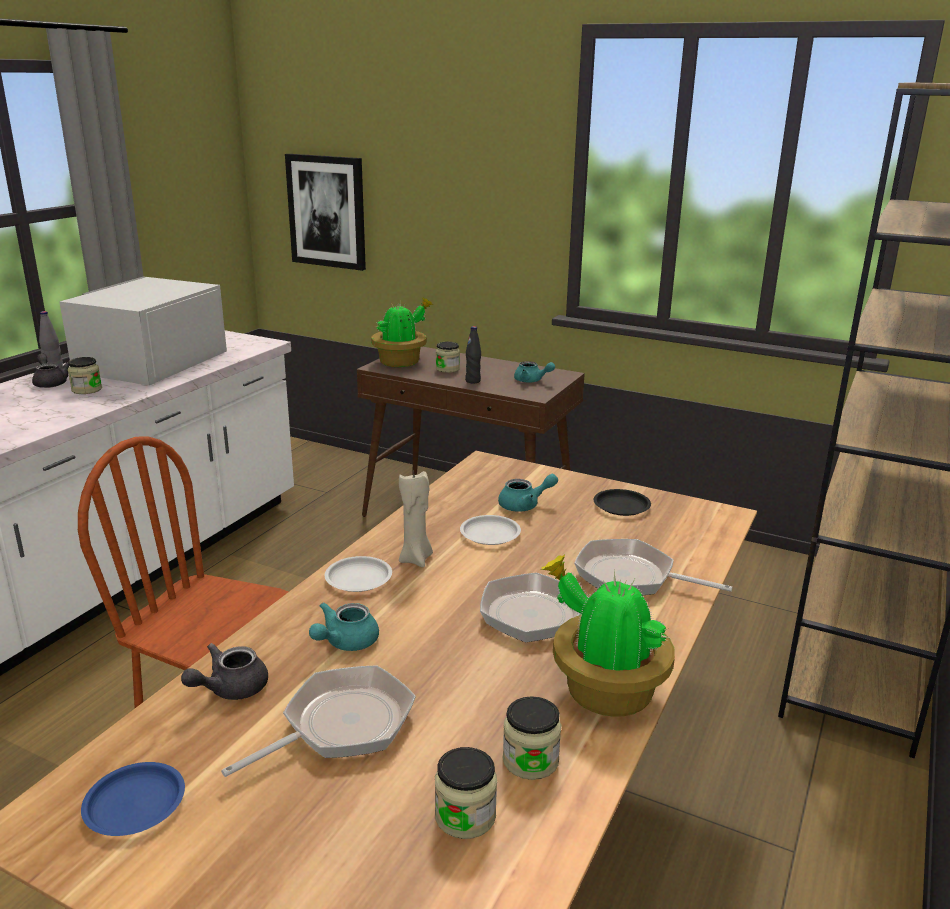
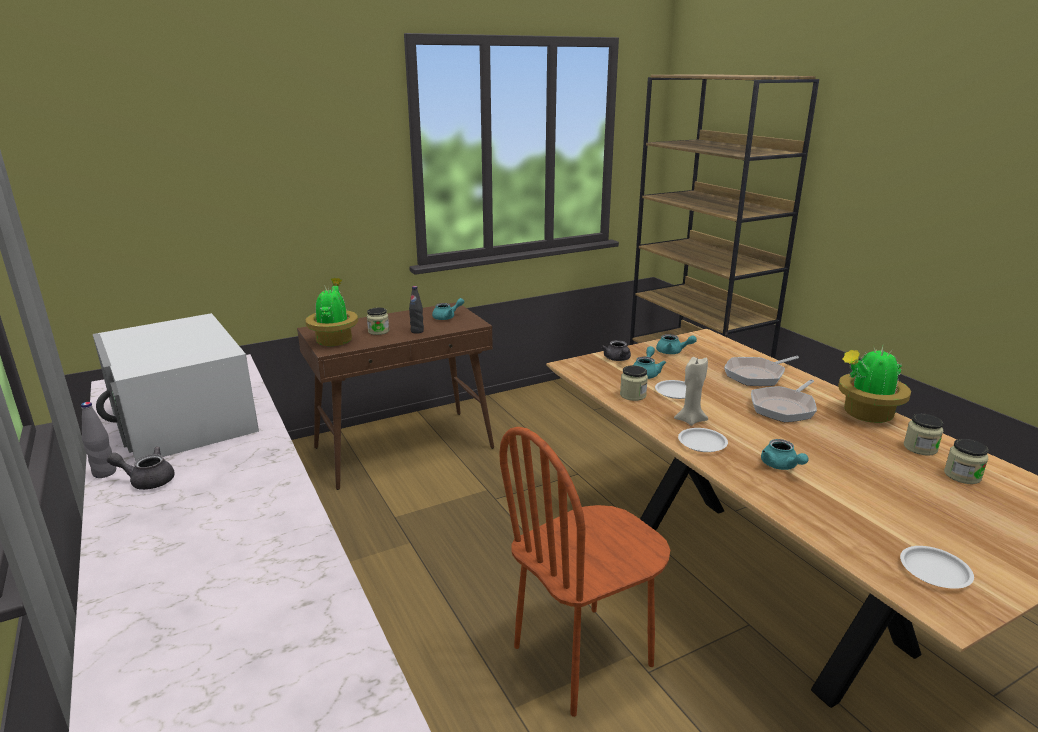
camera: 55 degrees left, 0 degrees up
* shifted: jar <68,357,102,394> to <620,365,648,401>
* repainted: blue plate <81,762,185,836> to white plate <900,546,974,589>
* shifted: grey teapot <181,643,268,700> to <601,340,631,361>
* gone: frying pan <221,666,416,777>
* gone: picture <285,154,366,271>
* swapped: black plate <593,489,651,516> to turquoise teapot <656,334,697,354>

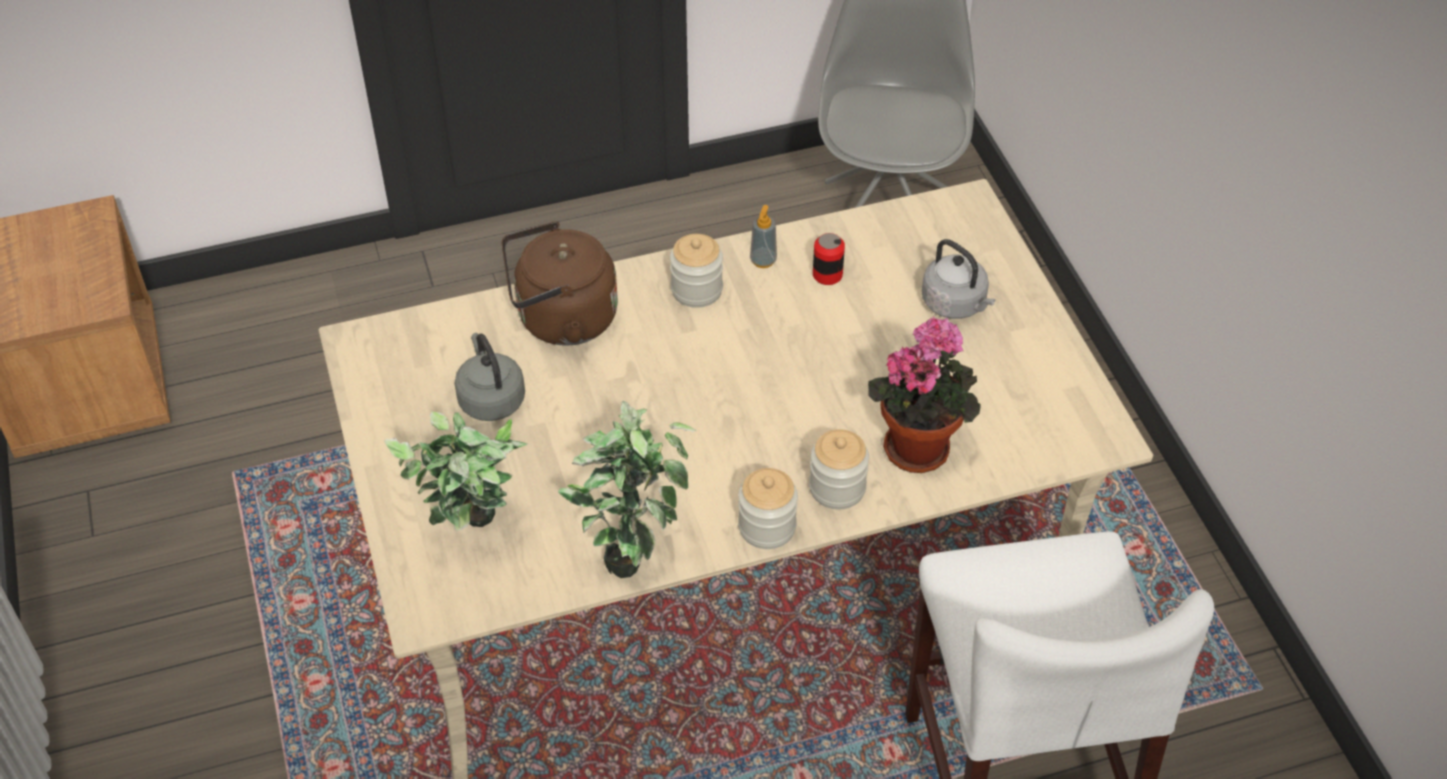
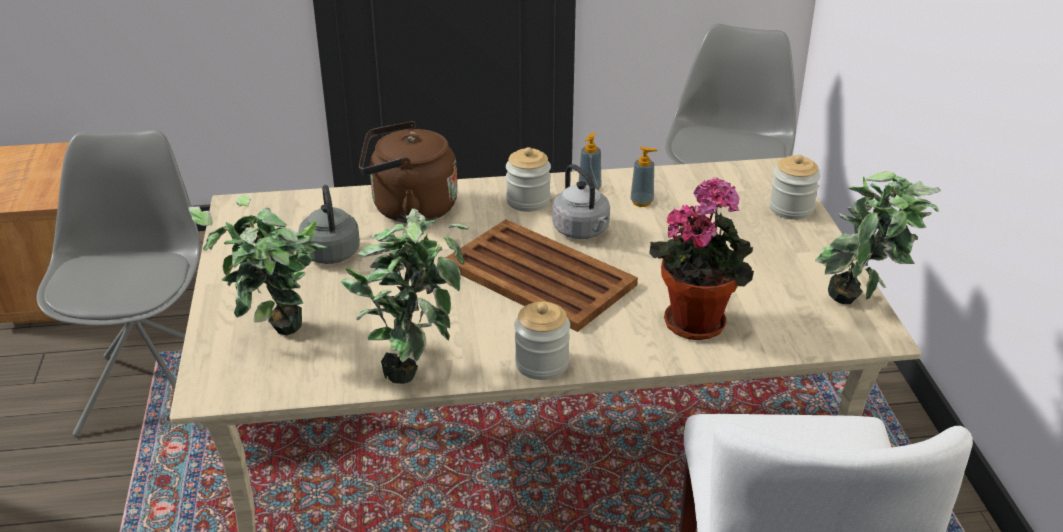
camera: 10 degrees right, 15 degrees down
* shifted: jar <809,429,869,509> to <769,155,820,220>
* swapped: can <813,233,845,285> to soap dispenser <631,147,658,207>
* shifted: grey kettle <922,239,995,319> to <552,164,610,239>
* new: grey chair <37,130,204,437>
* new: brown tray <445,220,638,332>
* new: potted plant <815,171,941,304>

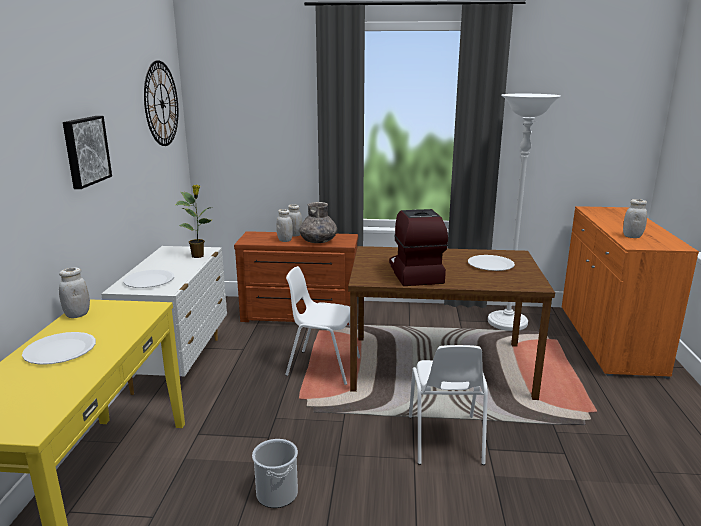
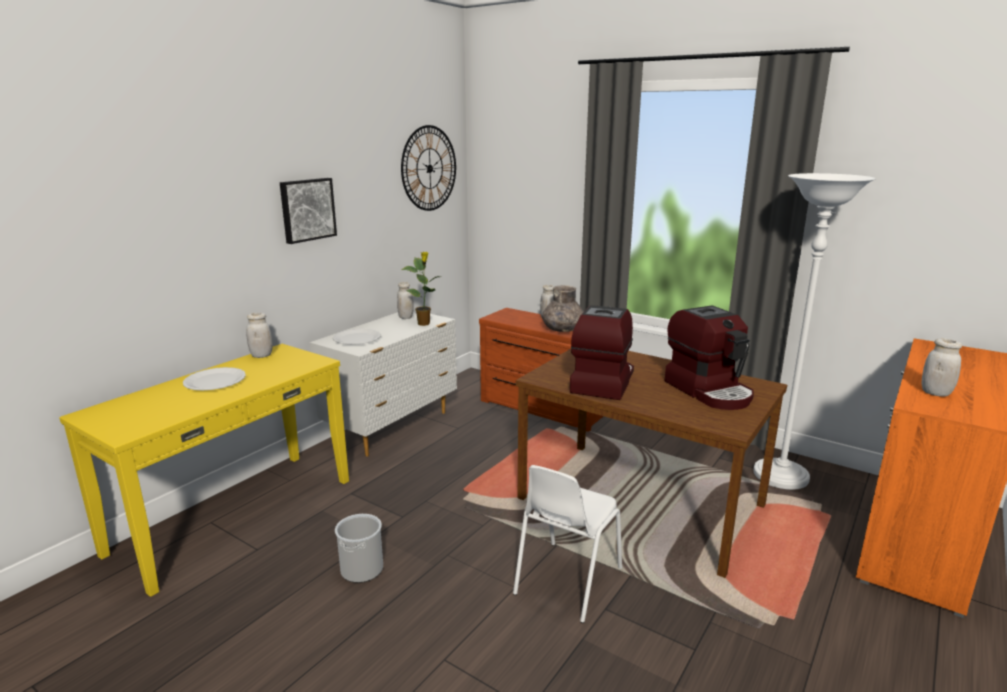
camera: 30 degrees right, 0 degrees up
* shifted: white jar <276,209,293,242> to <397,282,413,319>
* gone: white chair <285,266,360,385>
* swapped: white plate <468,255,515,271> to coffee machine <665,305,754,410>

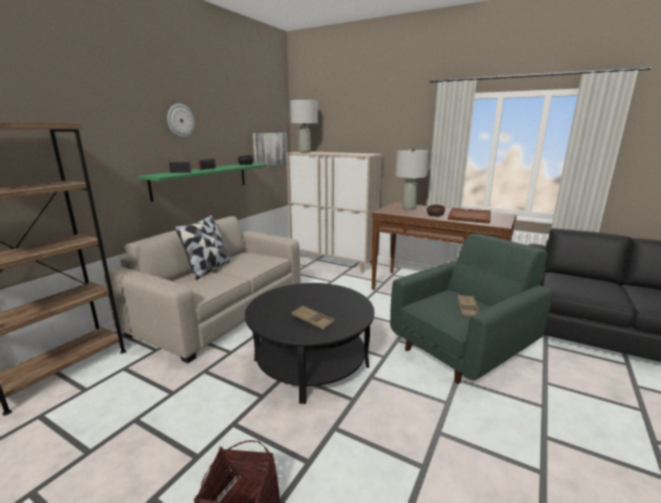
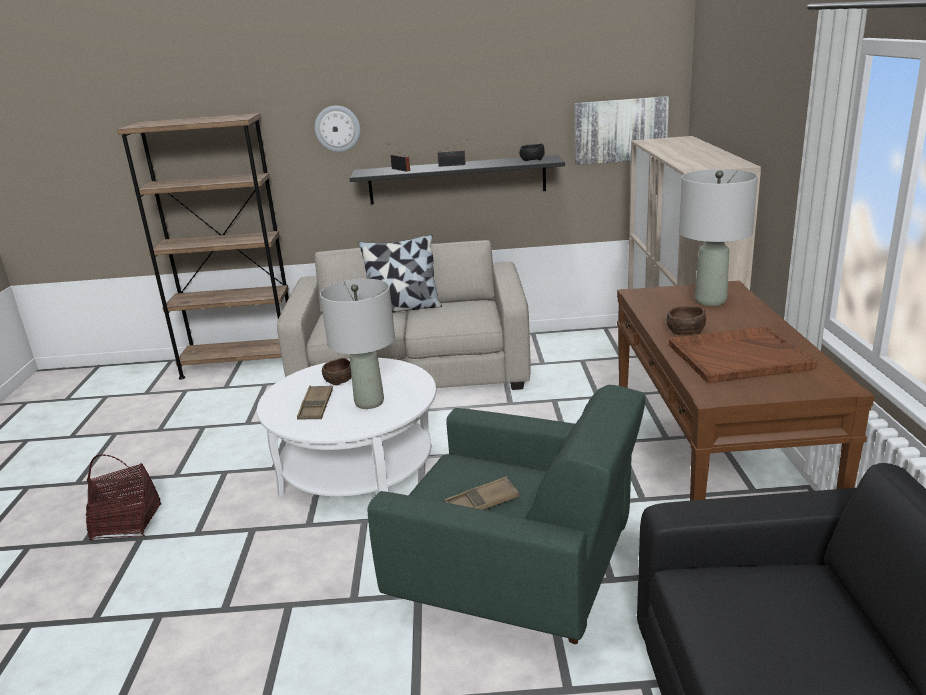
camera: 60 degrees right, 5 degrees up
* repainted: green shelf <137,163,267,202> to black shelf <349,155,565,204>
* shifted: wall clock <167,104,195,138> to <315,105,360,152>
* repainted: black coffee table <245,283,374,404> to white coffee table <257,358,436,497>
* shifted: grey table lamp <290,98,318,153> to <320,279,395,409>
* new: brown bowl <322,358,352,385>

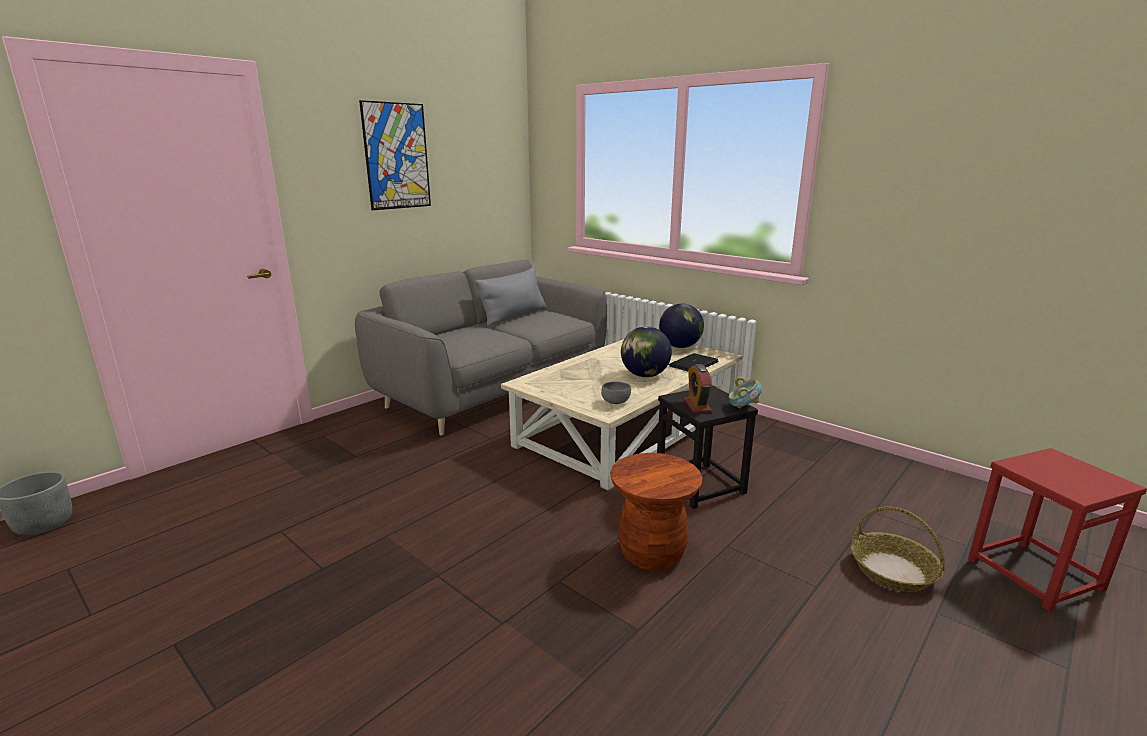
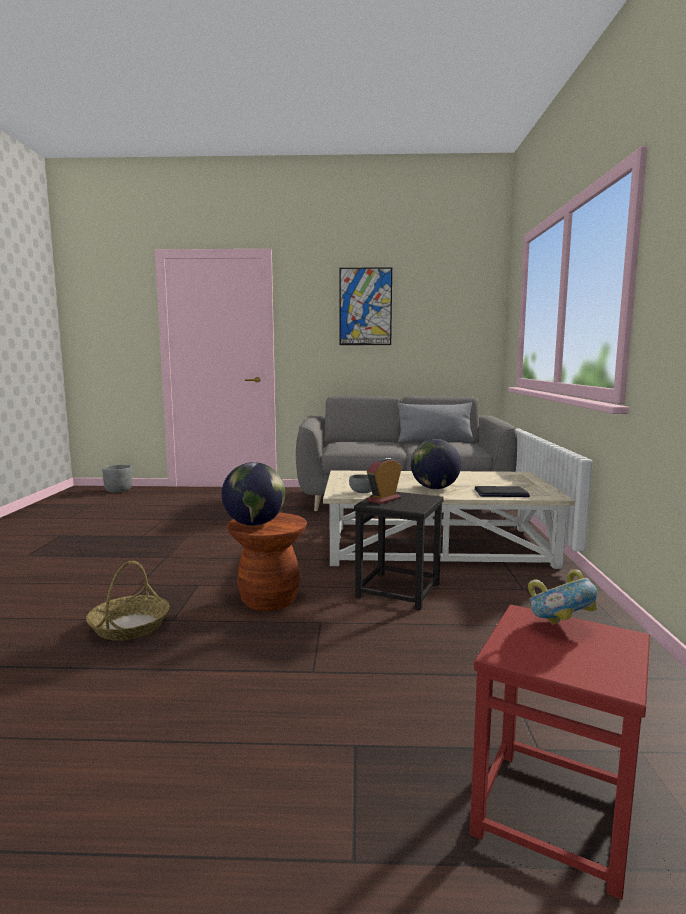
camera: 50 degrees right, 10 degrees down
* shifted: globe <659,304,704,348> to <222,462,285,526>
* shifted: bowl <729,377,762,408> to <528,569,598,625>
* shifted: basket <851,507,945,592> to <86,561,170,641>

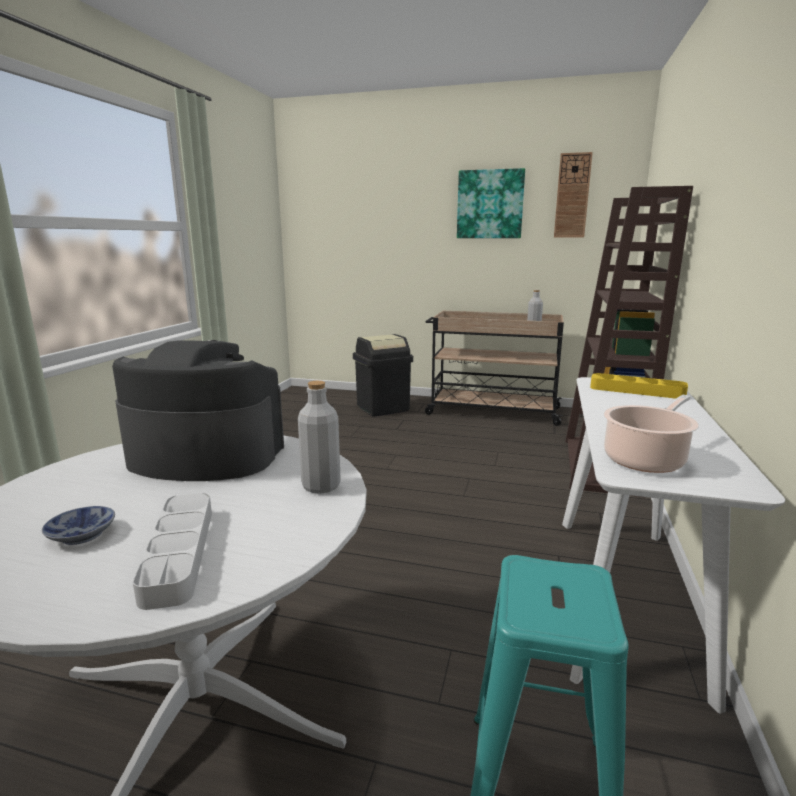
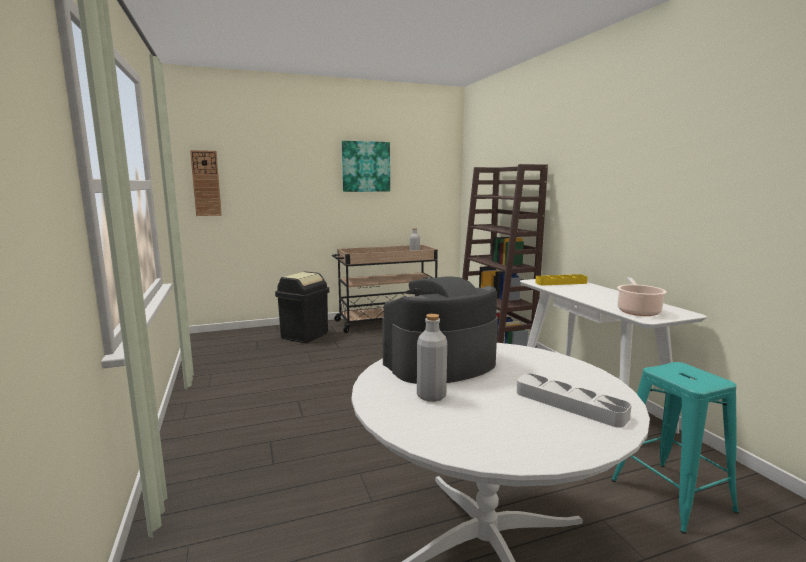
camera: 35 degrees left, 5 degrees down
* gone: bowl <42,506,115,545>
* shifted: grey bottle <298,381,341,494> to <417,314,447,402>
* shifted: wall clock <554,152,593,238> to <190,150,222,216>

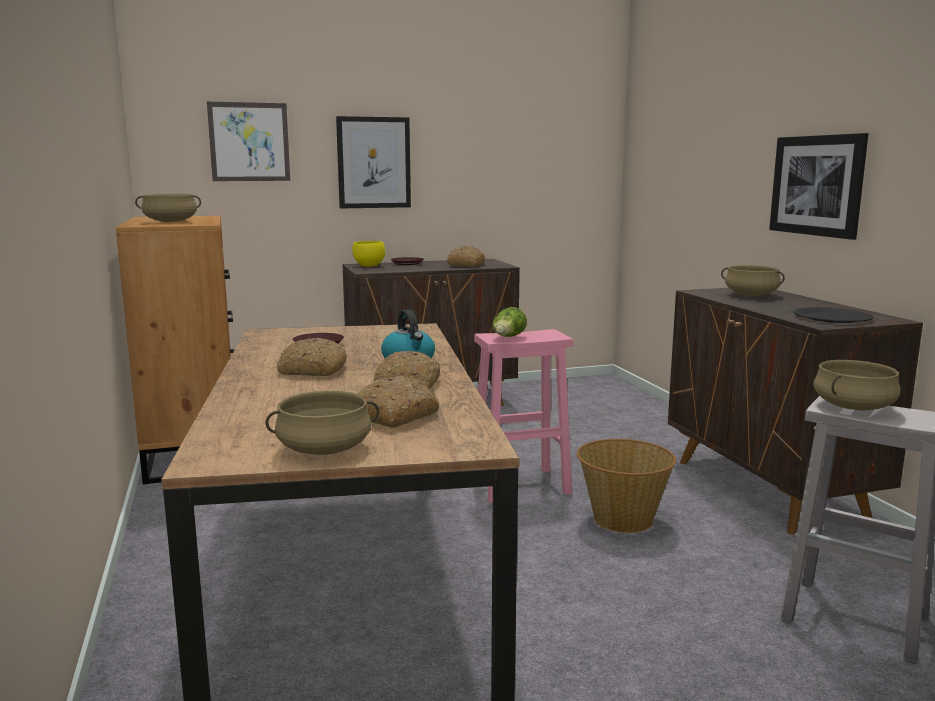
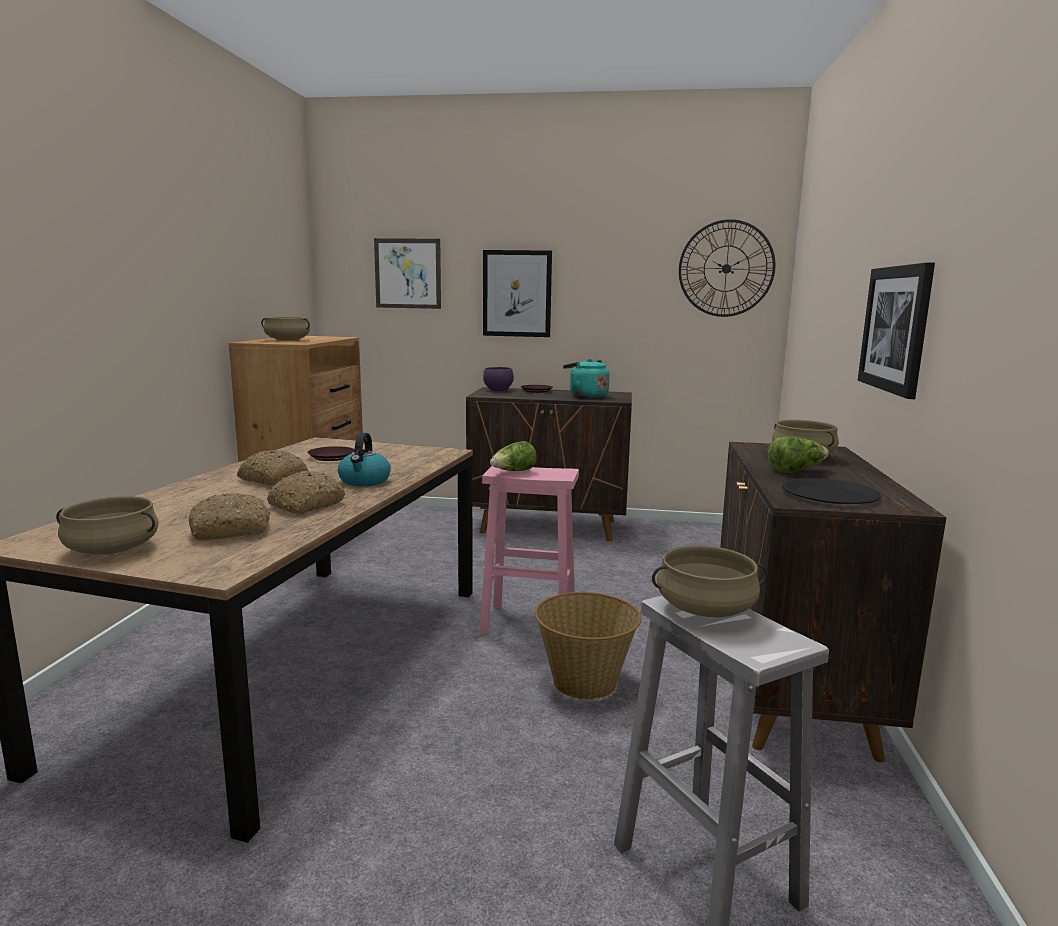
camera: 25 degrees right, 0 degrees up
* repainted: yellow bowl <352,241,385,267> to purple bowl <483,367,514,391>
* swapped: bread <447,246,485,267> to turquoise kettle <563,359,610,398>
* new: wall clock <679,219,776,317>
* new: lettuce <768,436,829,473>

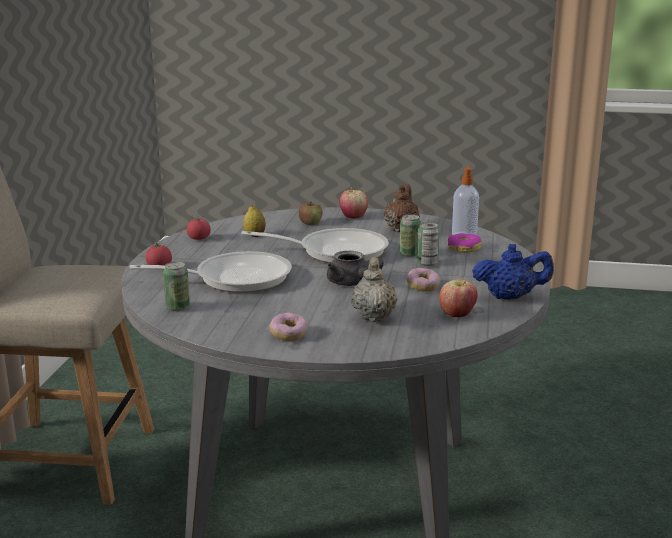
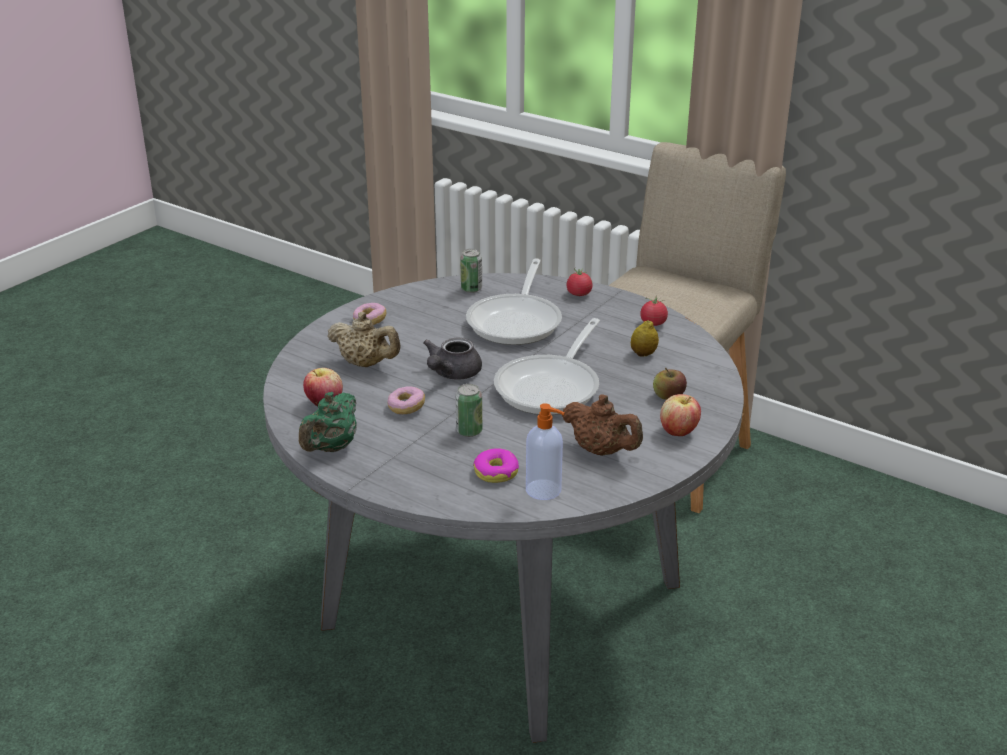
camera: 115 degrees right, 10 degrees up
* rotated: grey teapot <327,251,384,286> = <423,338,482,380> 45 degrees counterclockwise
* gone: can <399,214,421,257>
* repainted: blue teapot <472,244,554,300> to green teapot <299,392,357,452>

